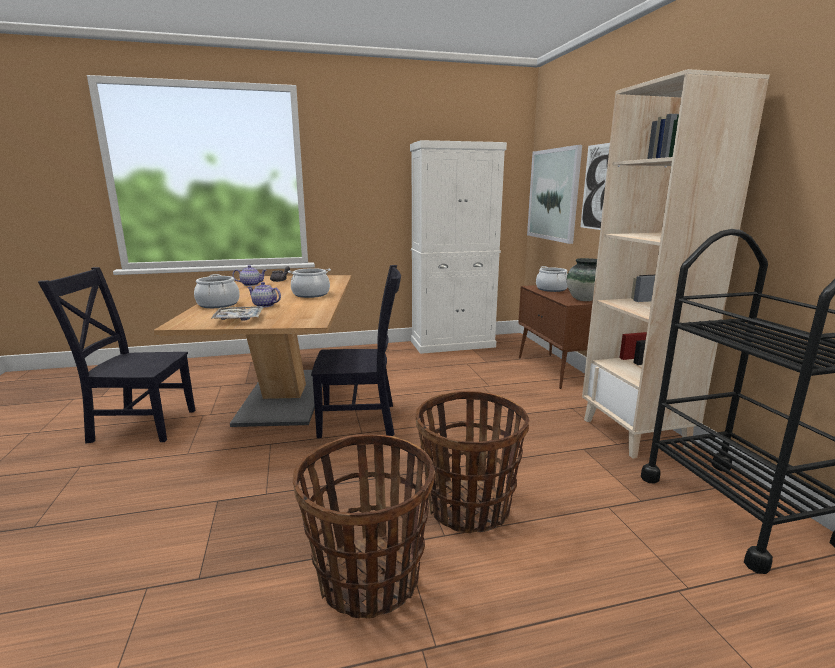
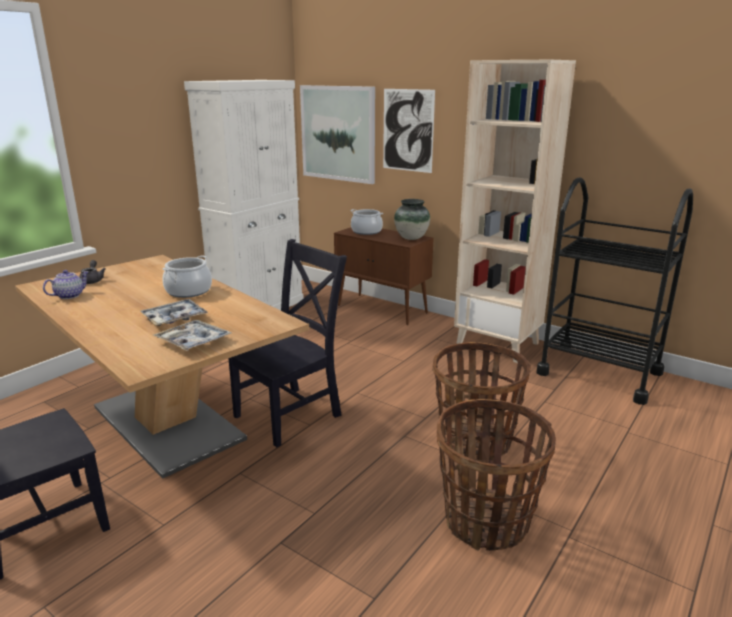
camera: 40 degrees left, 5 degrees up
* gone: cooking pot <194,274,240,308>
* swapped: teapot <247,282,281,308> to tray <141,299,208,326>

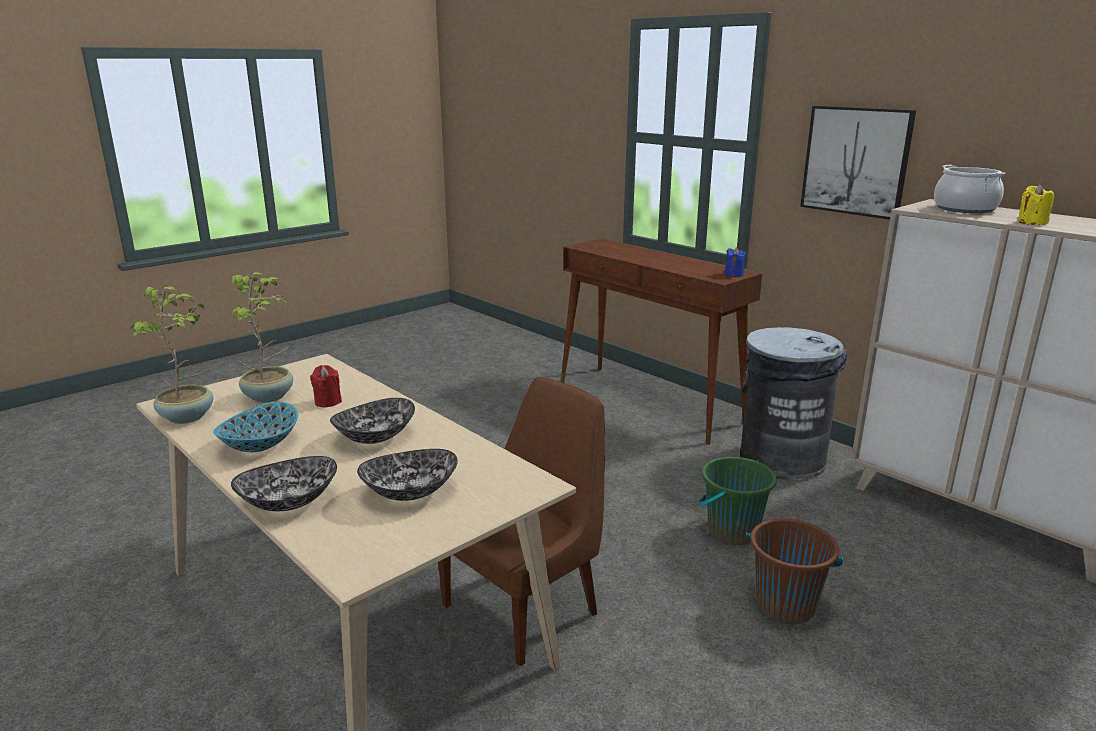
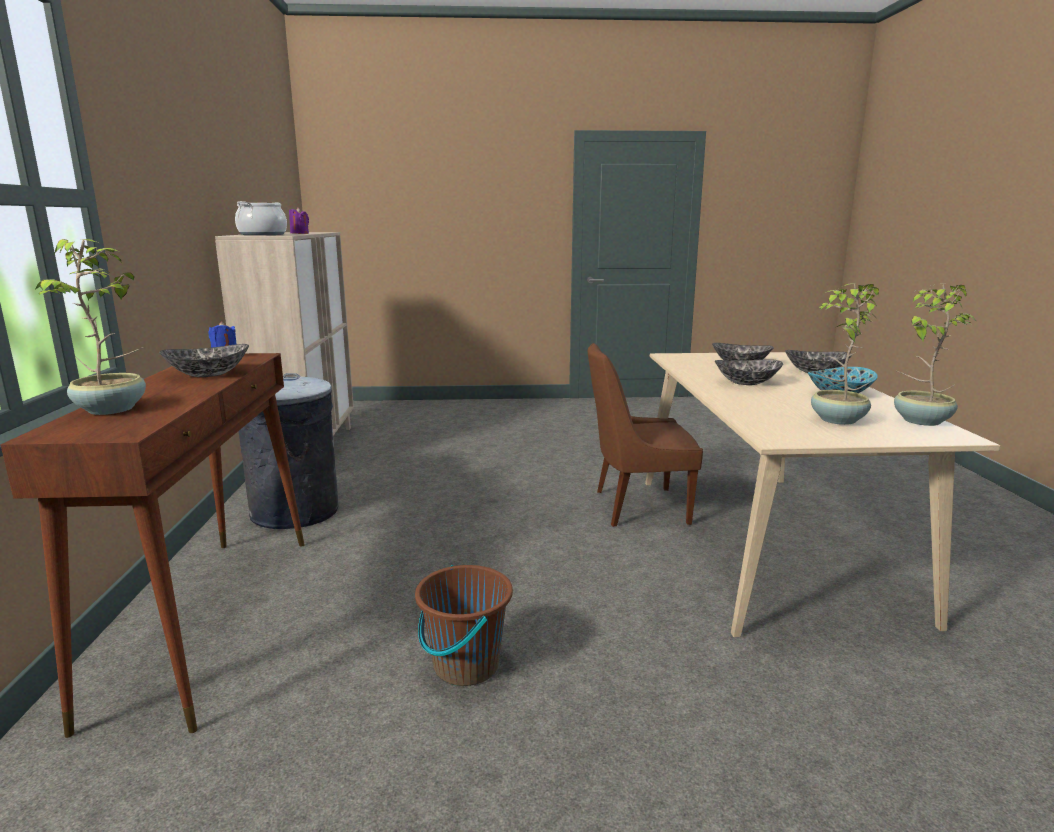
camera: 140 degrees left, 5 degrees down
* gone: red candle <310,365,342,407>
* gone: green bucket <698,457,777,545>
* shifted: brown bucket <746,519,843,624> to <415,565,513,686>
* gone: picture <800,106,916,220>
* repainted: yellow candle <1018,185,1054,225> to purple candle <289,207,309,234>
* new: potted plant <34,239,146,415>
* new: bowl <159,344,249,377>

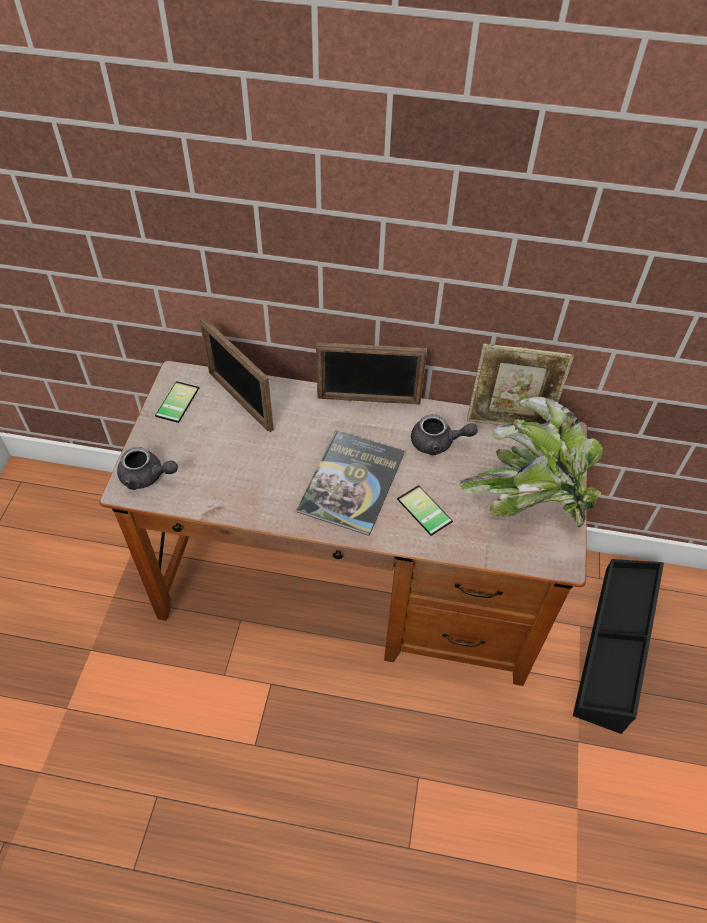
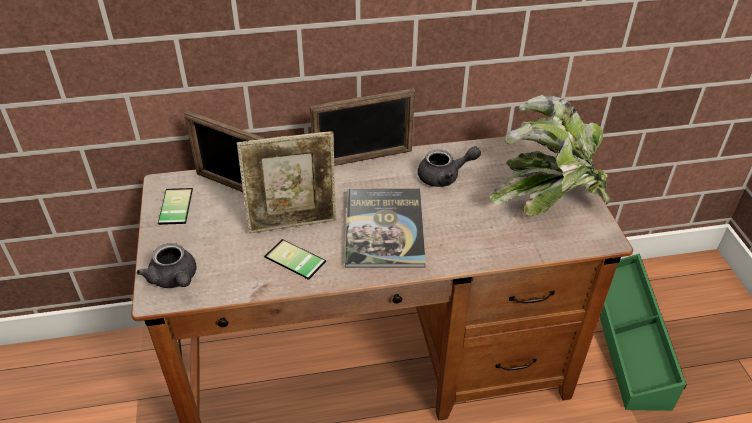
camera: 20 degrees left, 10 degrees down
* rotated: grey teapot <117,447,178,490> = <137,243,197,288> 60 degrees clockwise
* shifted: phone <397,485,453,536> to <264,239,326,280>
* shifted: picture frame <467,344,574,426> to <237,131,336,234>
* repainted: black storage box <573,559,664,734> to green storage box <600,254,687,411>

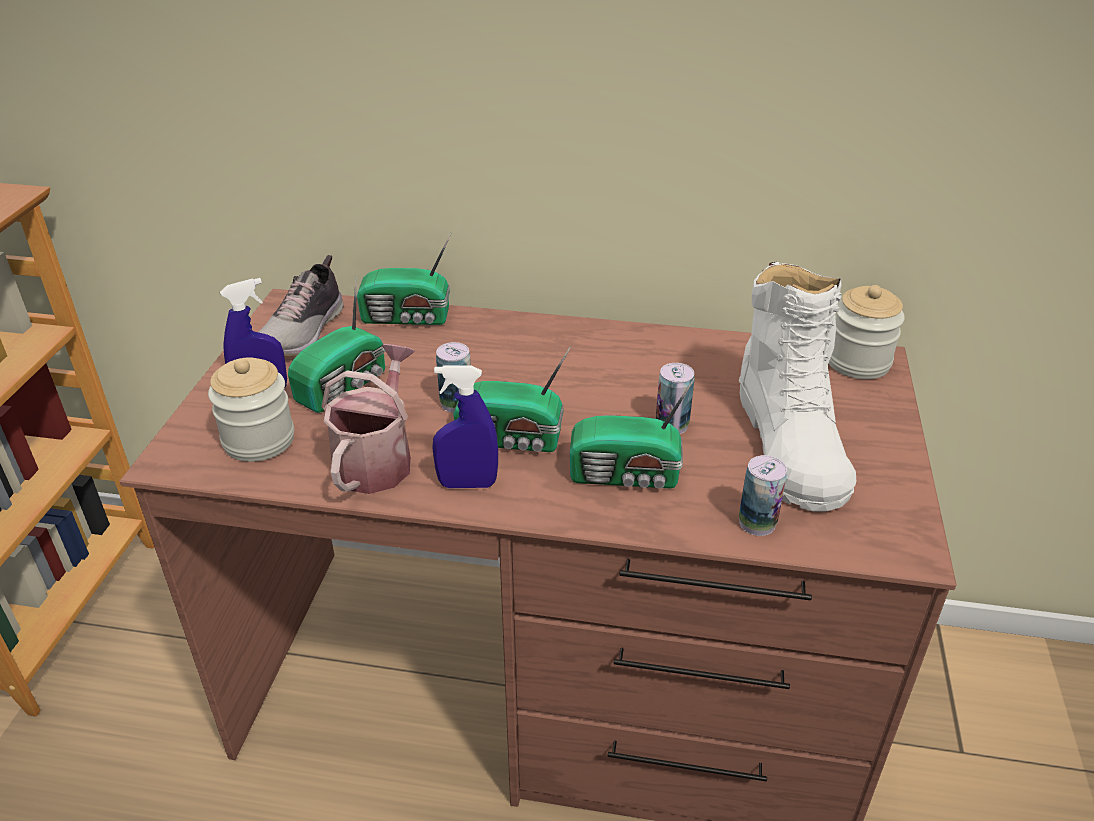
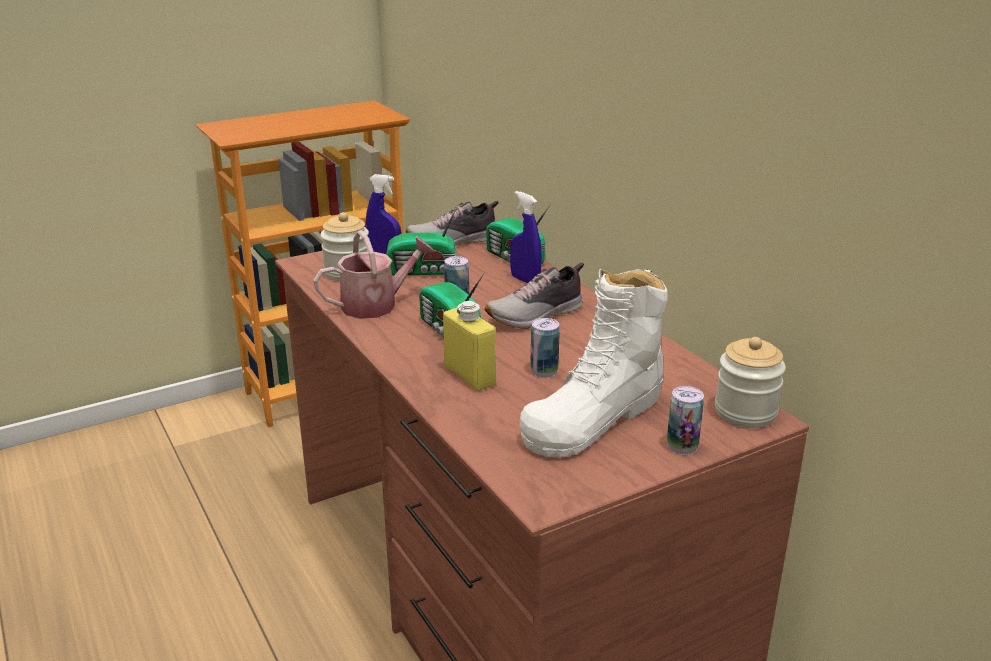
camera: 50 degrees right, 10 degrees down
* shifted: blue spray bottle <432,365,498,488> to <510,191,542,283>
* swapped: radio <570,378,695,489> to yellow bottle <443,301,496,391>
* shifted: can <739,455,787,536> to <667,386,704,455>
* new: shoe <485,263,584,329>

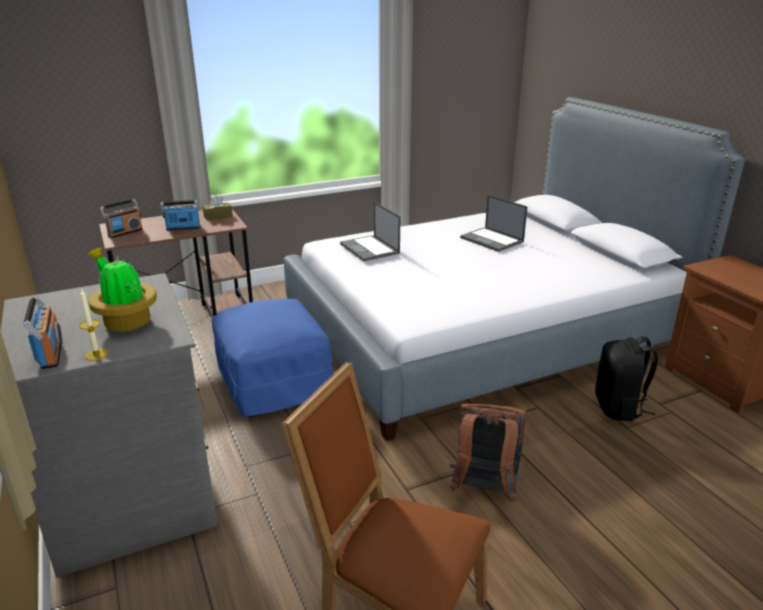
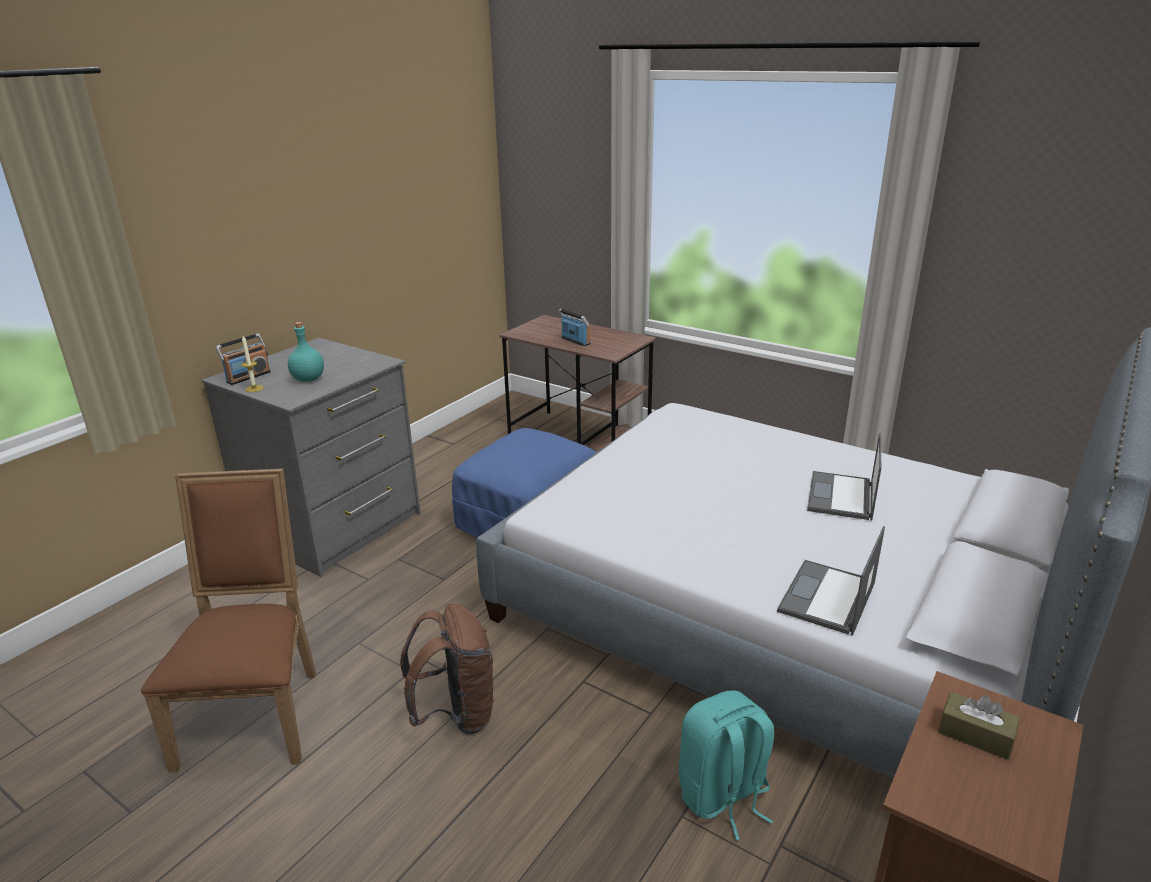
camera: 60 degrees right, 0 degrees up
* swapped: potted plant <88,248,157,332> to turquoise bottle <288,322,324,382>
* gone: radio <100,199,143,238>
* shifted: brown tissue box <202,195,233,221> to <938,692,1020,760>
* shifted: laptop <340,202,400,261> to <777,526,885,636>
* repainted: black backpack <595,336,658,421> to turquoise backpack <679,690,774,840>

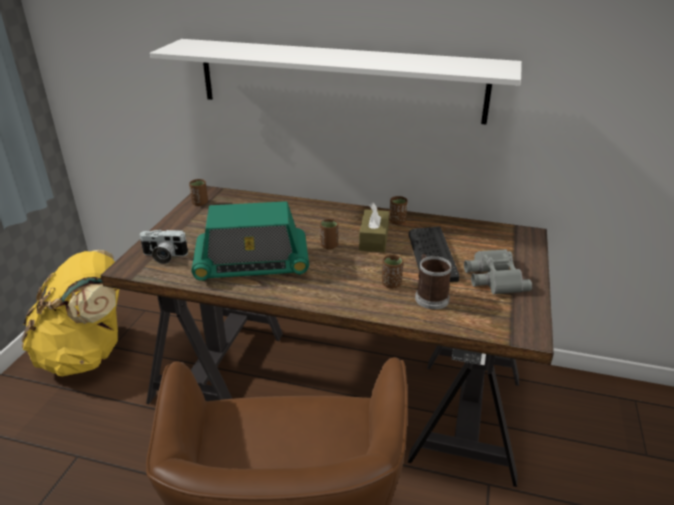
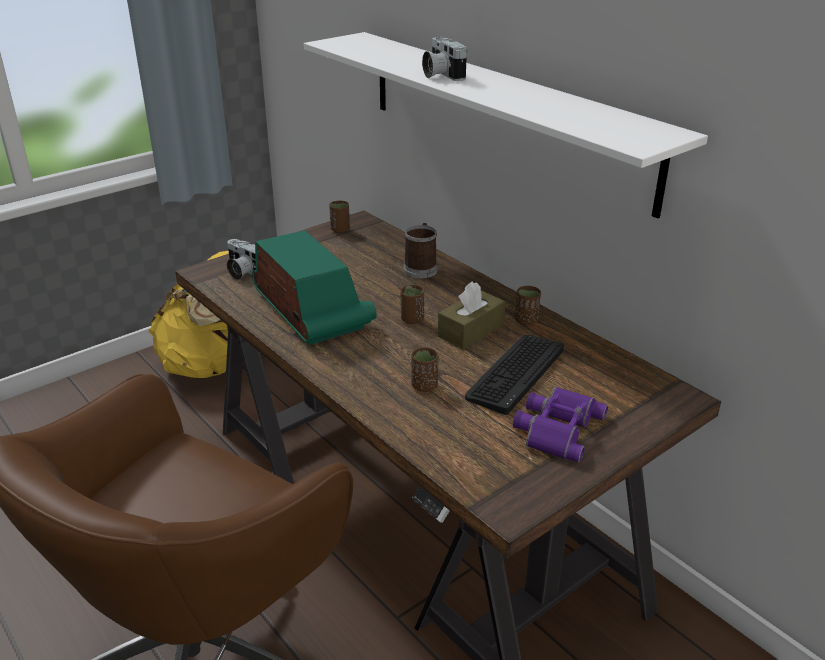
camera: 35 degrees right, 0 degrees up
* rotated: radio <191,201,309,281> = <252,230,377,345> 150 degrees counterclockwise
* shifted: mug <415,254,452,309> to <403,223,438,278>
* repainted: grey binoculars <464,249,532,294> to purple binoculars <513,387,608,463>
* new: photo camera <422,37,467,81>

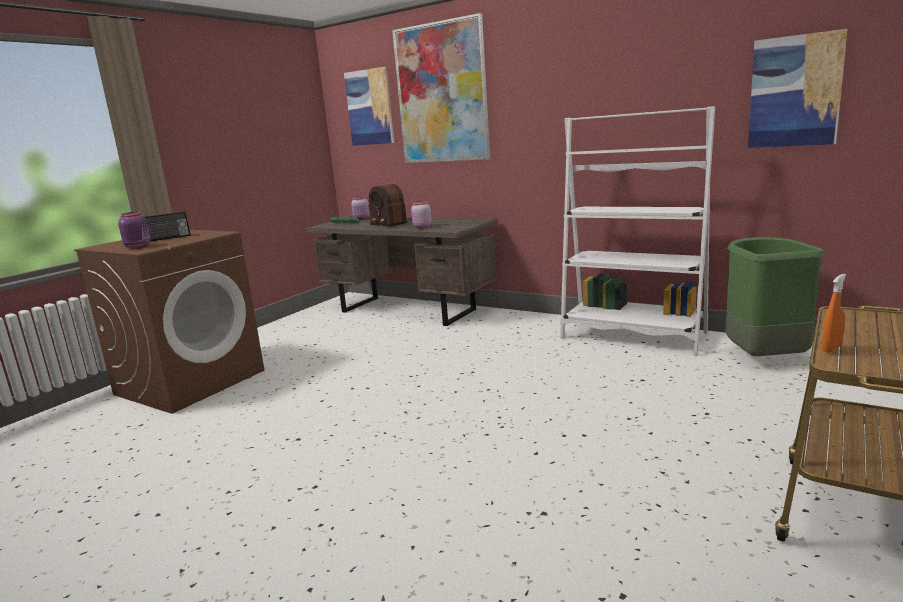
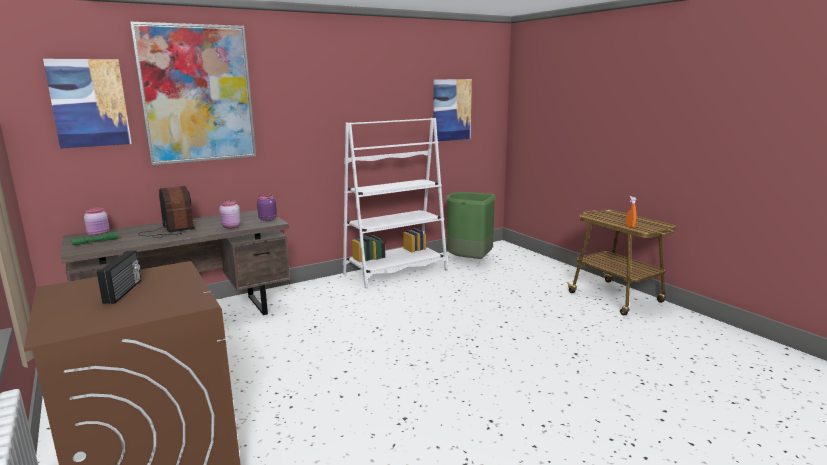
camera: 65 degrees left, 0 degrees up
* shifted: purple jar <118,212,151,249> to <257,194,277,221>
* rotated: radio <369,184,409,227> = <138,186,195,238> 105 degrees counterclockwise

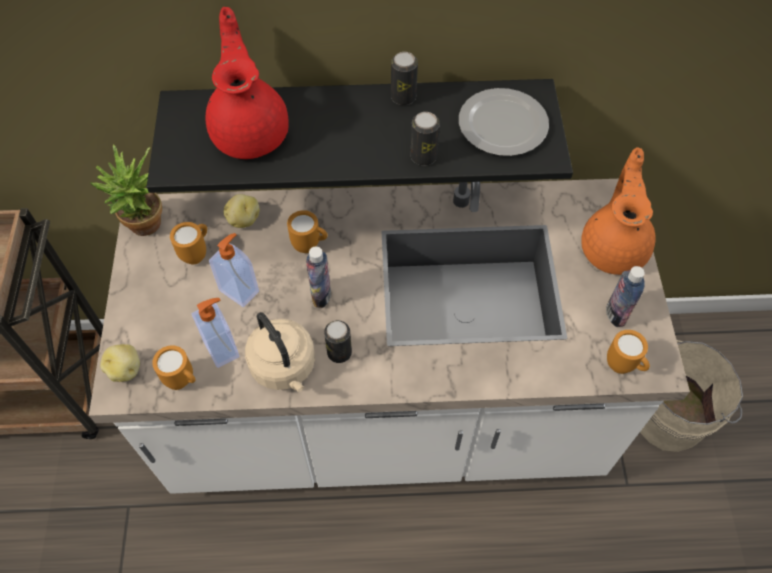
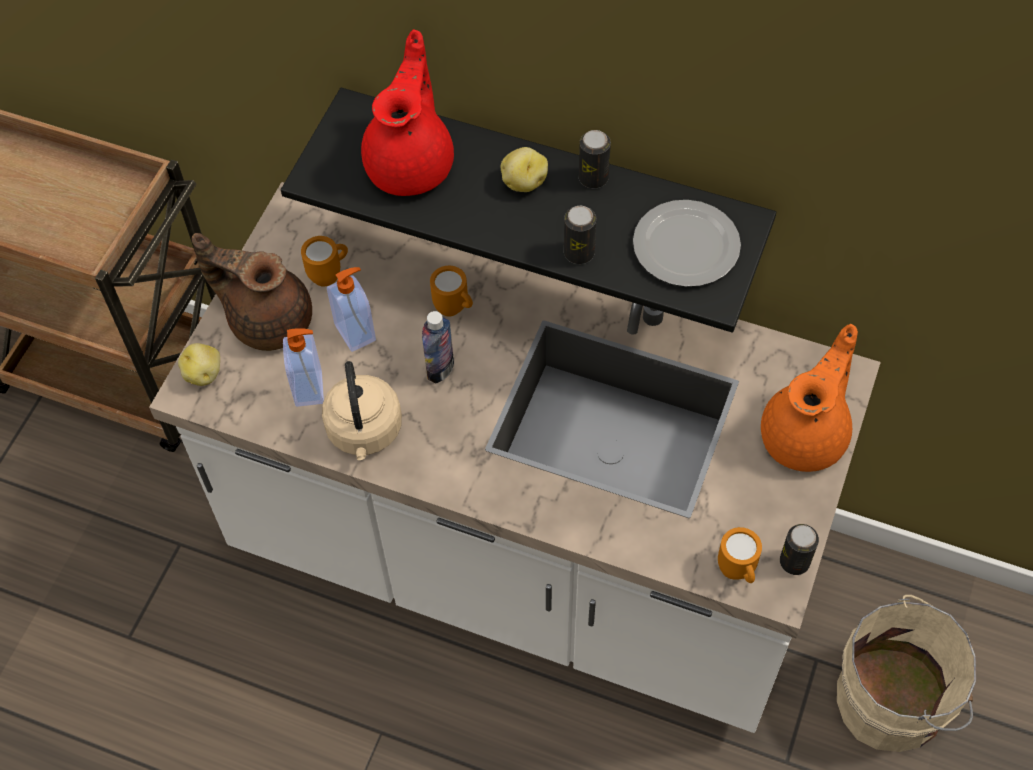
camera: 25 degrees right, 0 degrees up
* gone: potted plant <90,144,162,236>
* gone: orange mug <152,345,196,390>
* shifted: potato <223,194,260,228> to <501,147,548,192>
* shifted: can <324,320,352,363> to <780,524,819,575>
* gone: bottle <606,266,645,327>
* new: brown teapot <192,233,312,351>

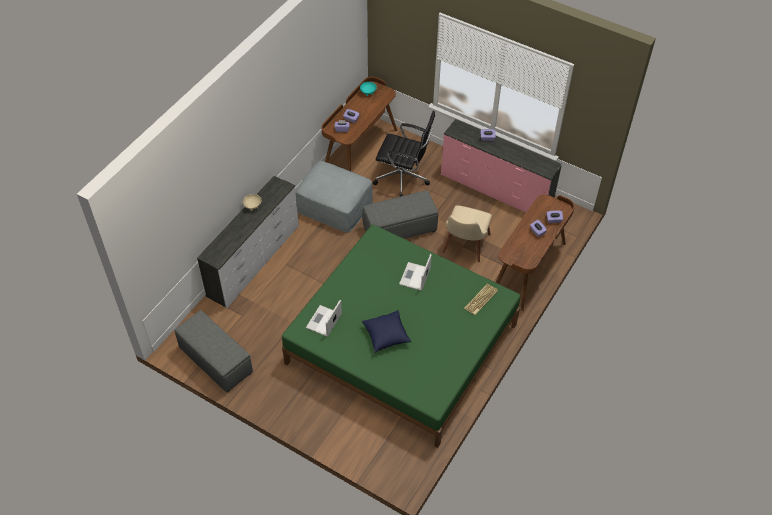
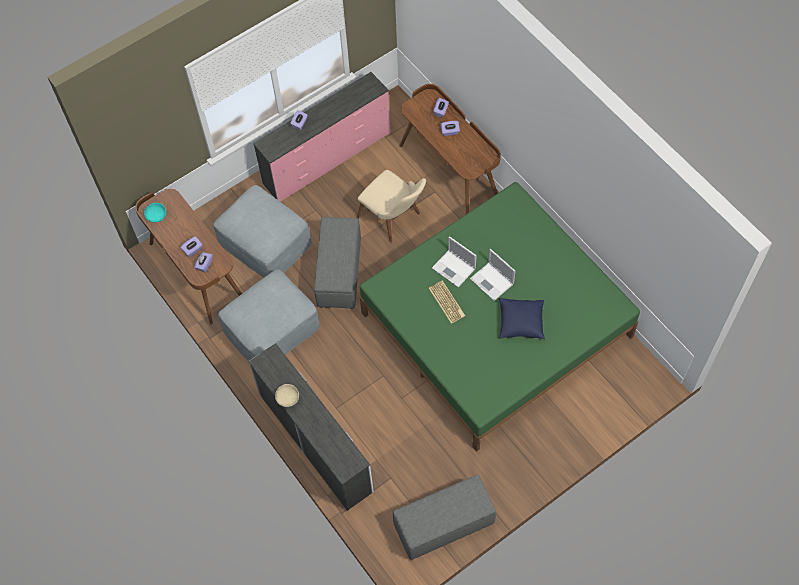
camera: 65 degrees left, 10 degrees up
* shifted: laptop <306,300,342,337> to <470,249,515,301>
* swapped: black office chair <373,111,435,197> to grey ottoman <213,185,312,277>
* shifted: keyboard <464,284,498,315> to <428,280,465,324>

